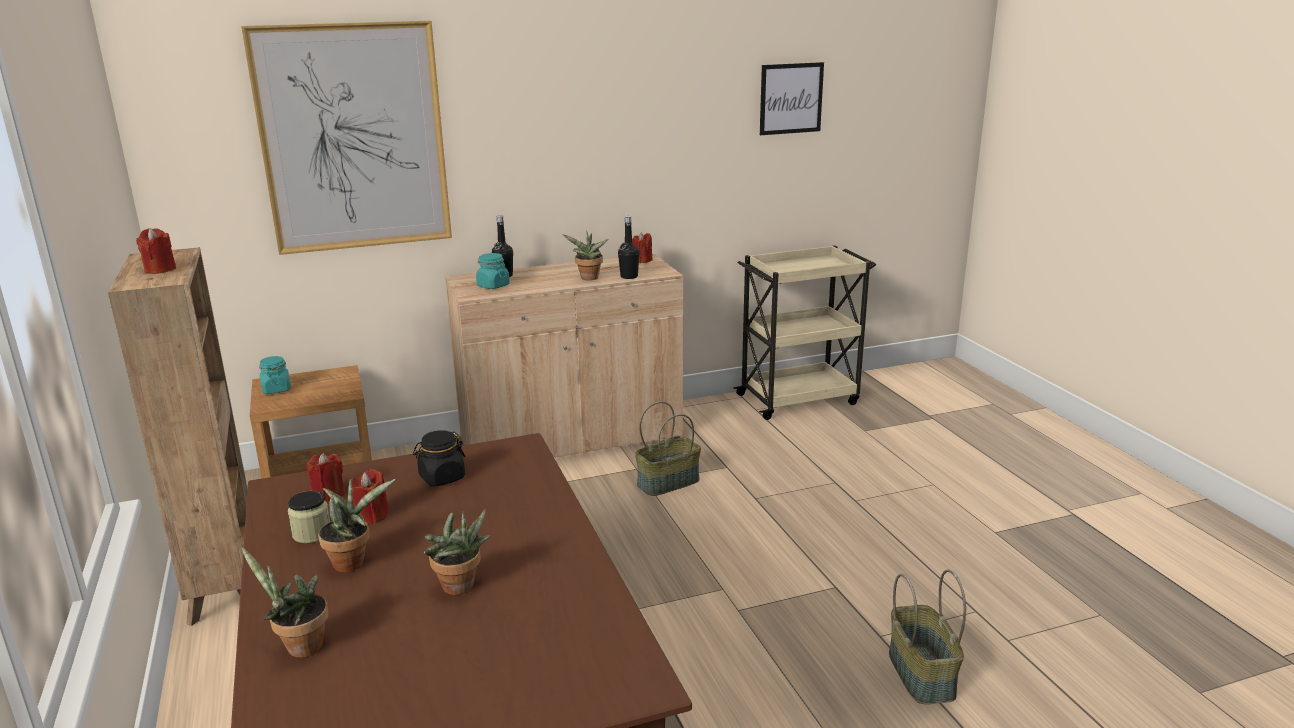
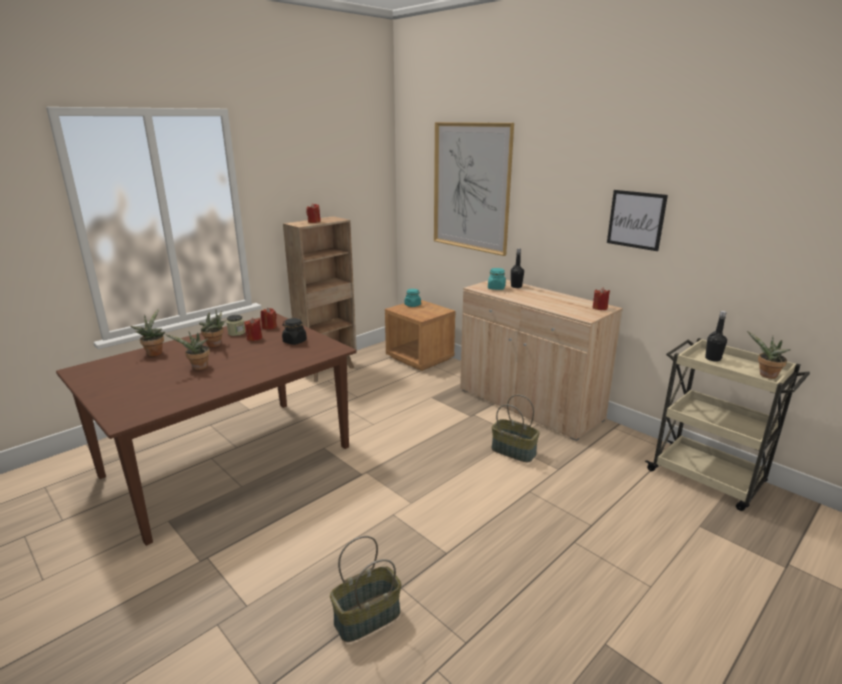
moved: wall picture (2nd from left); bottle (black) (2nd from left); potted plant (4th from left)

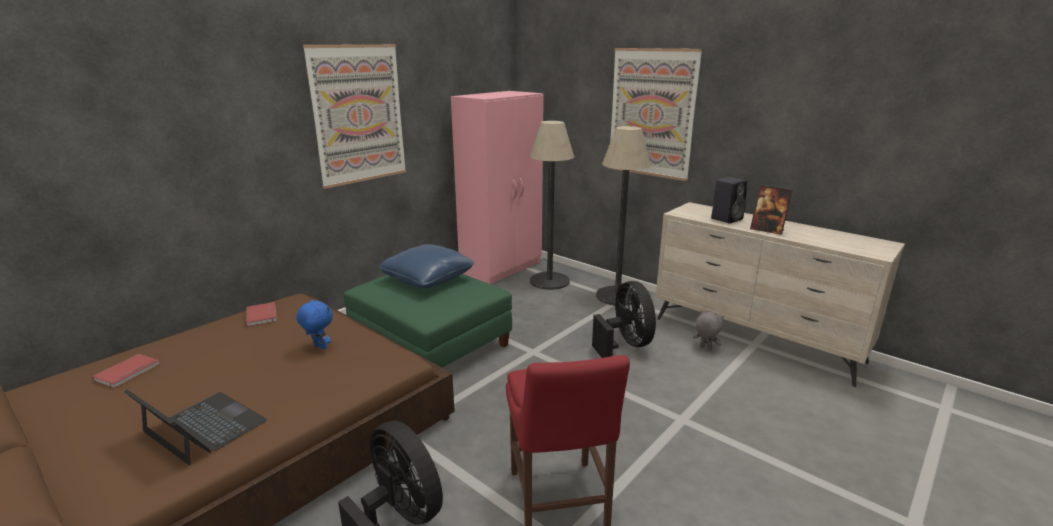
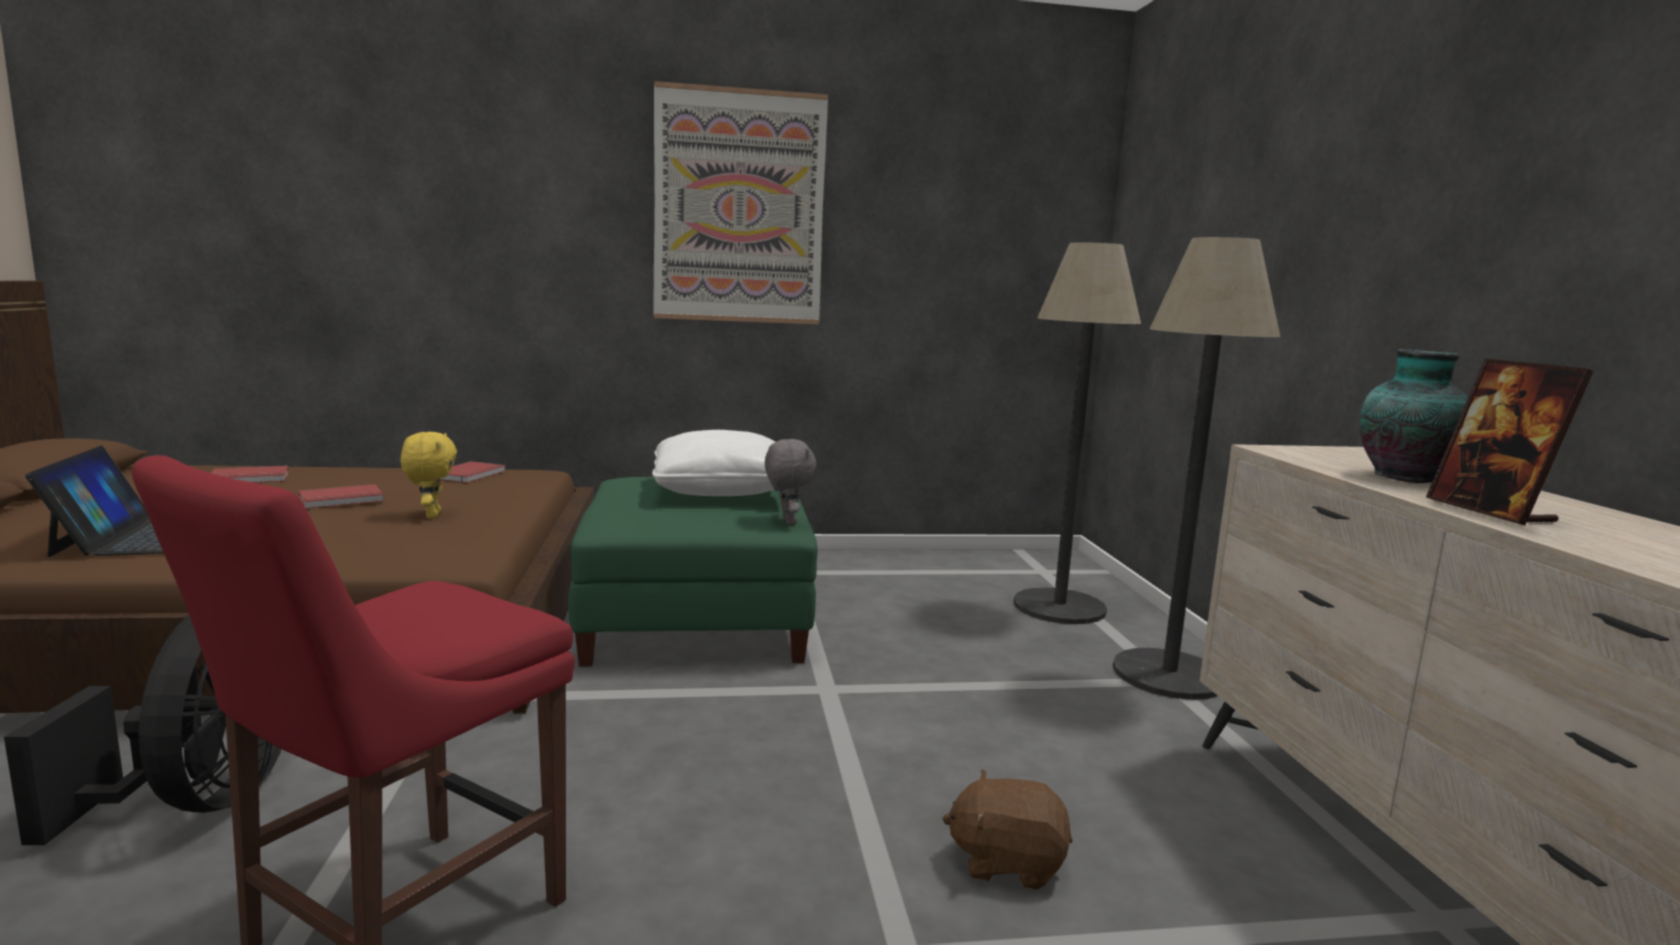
removed: wall picture (2nd from left); wardrobe (pink); cooling fan (black) (2nd from left)
added: book (reddish) (2nd from left); soft toy (brownish)
moved: soft toy (grey)
replaced: audio speaker (black) to decorative vase
recoloured: cushion (blue) to cushion (white); soft toy (blue) to soft toy (yellow-coloured)

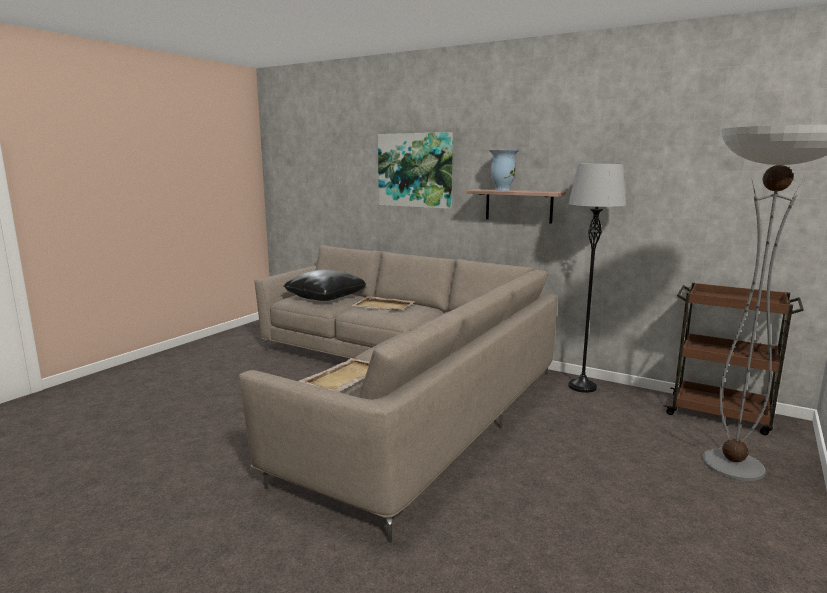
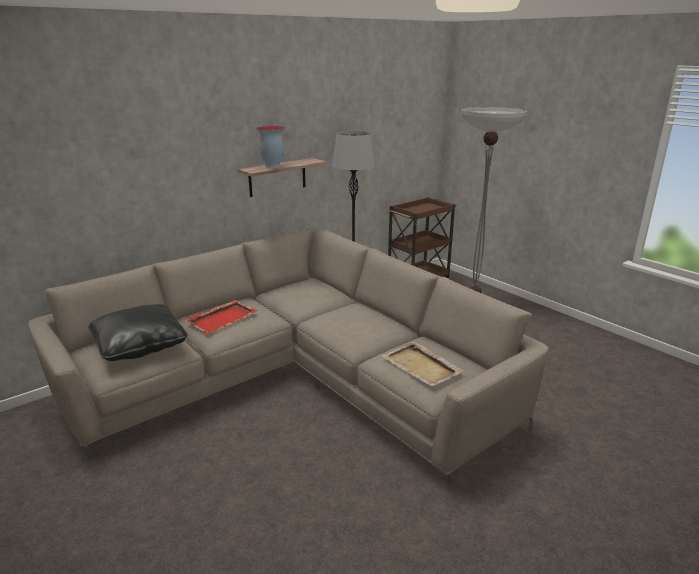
removed: wall picture
recoloured: tray (sand-coloured) (2nd from left) to tray (reddish)

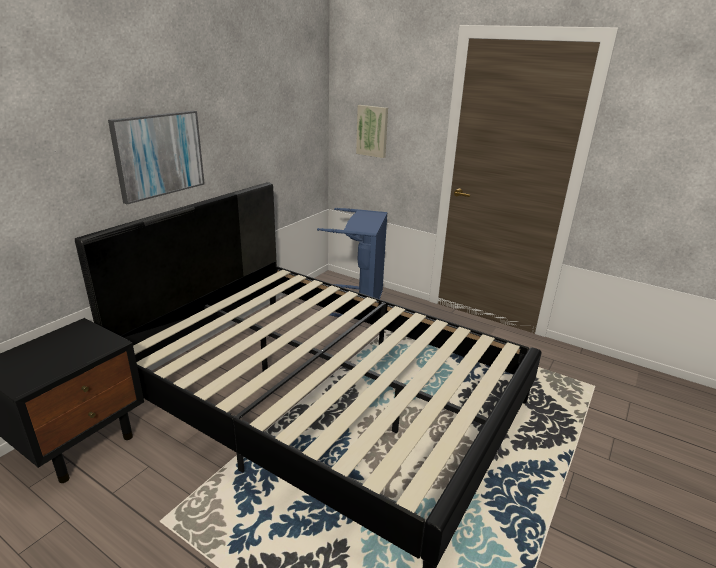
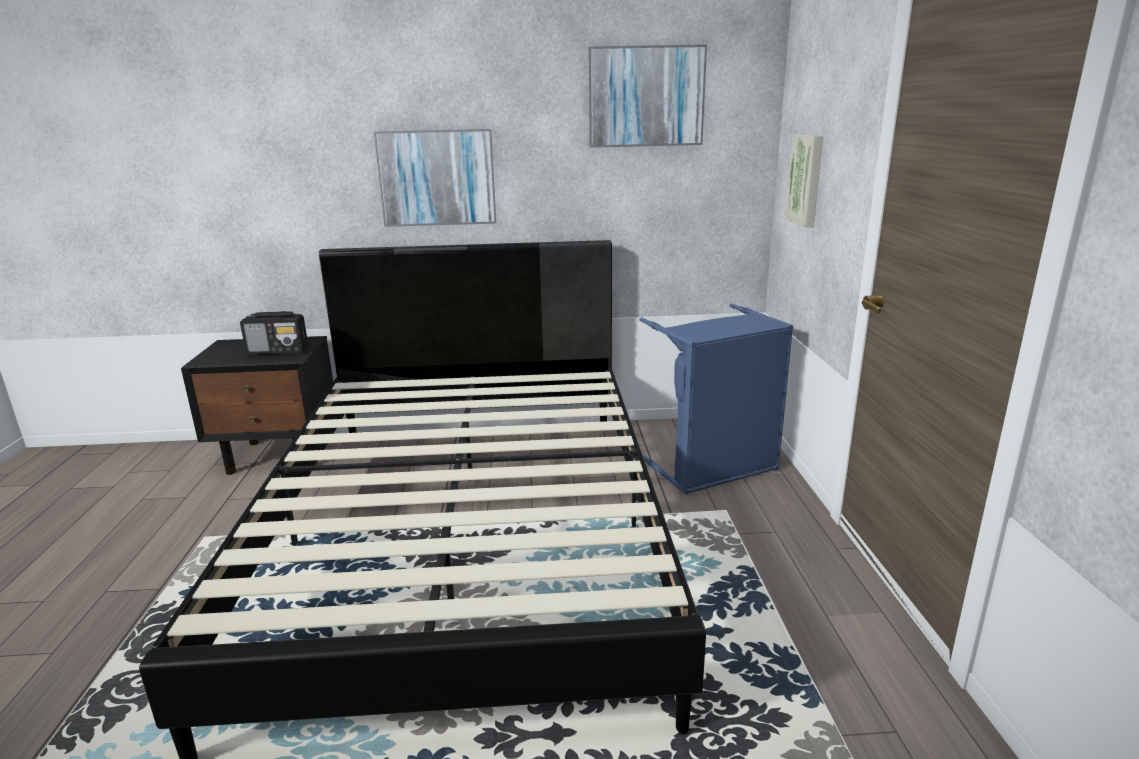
added: wall picture (2nd from left); radio set

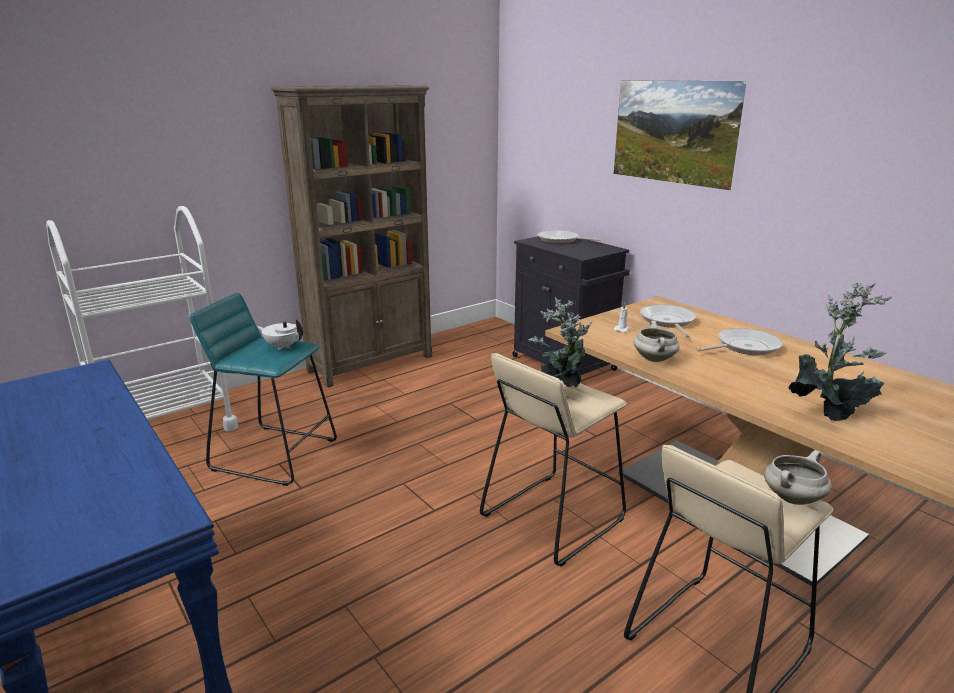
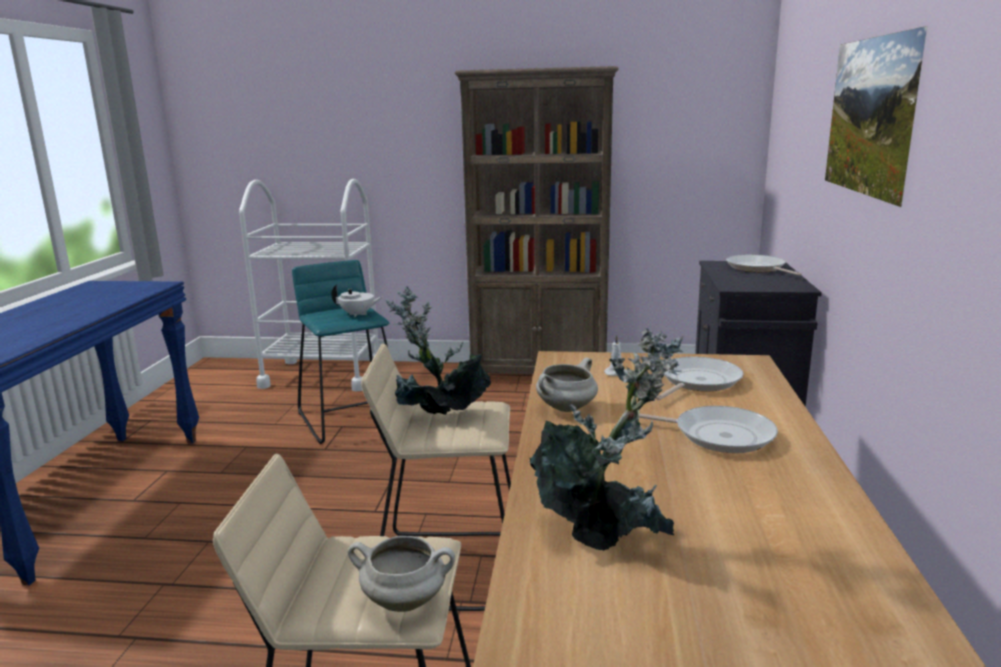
turned: pot for tea (white) 120 degrees clockwise

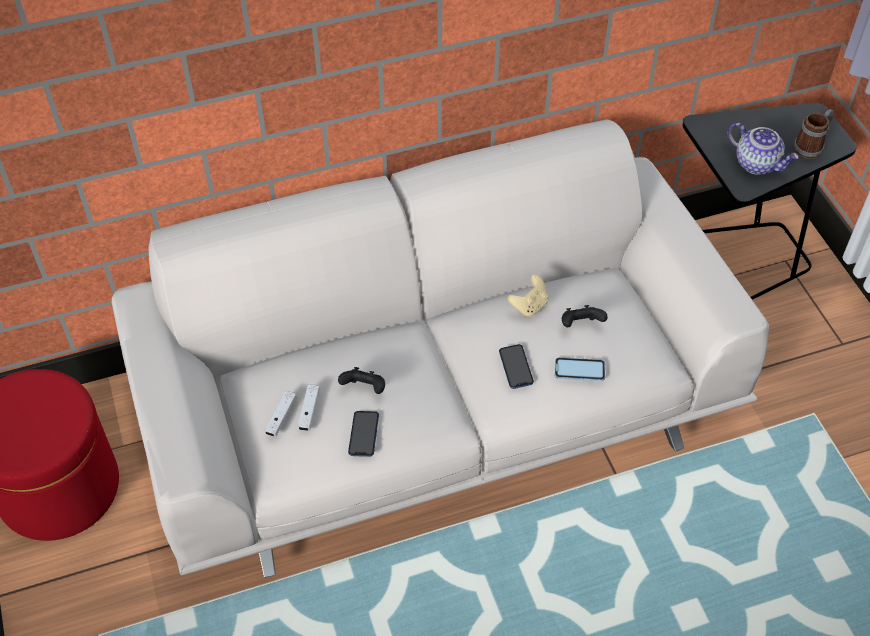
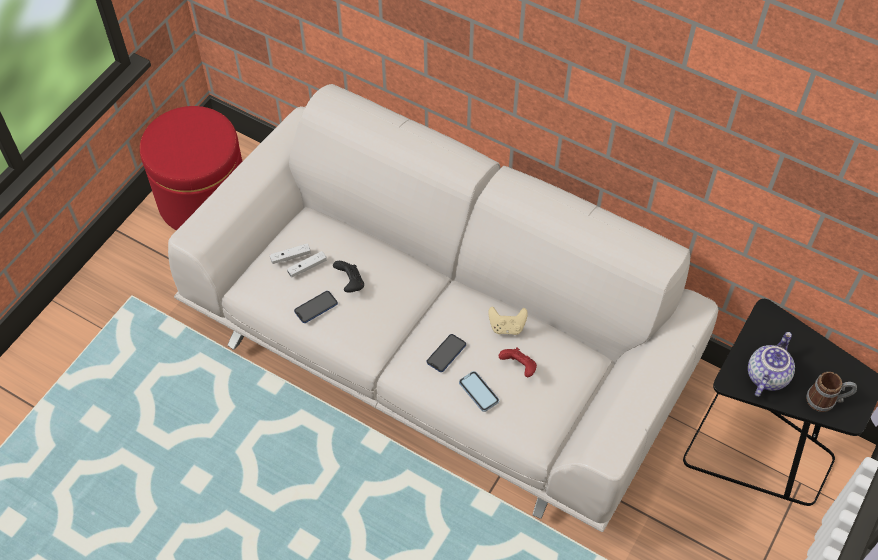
recoloured: gamepad (black) (2nd from left) to gamepad (reddish)
turned: pot for tea 150 degrees counterclockwise

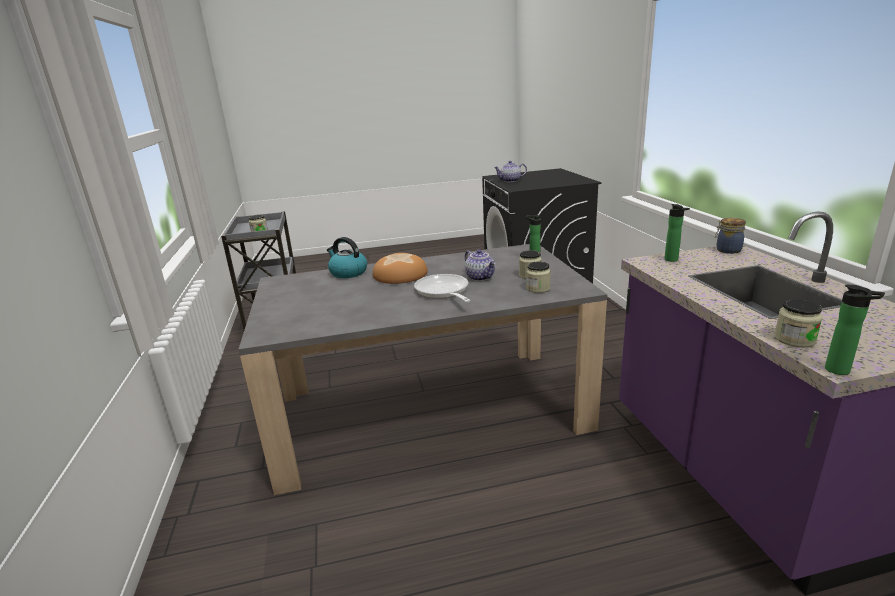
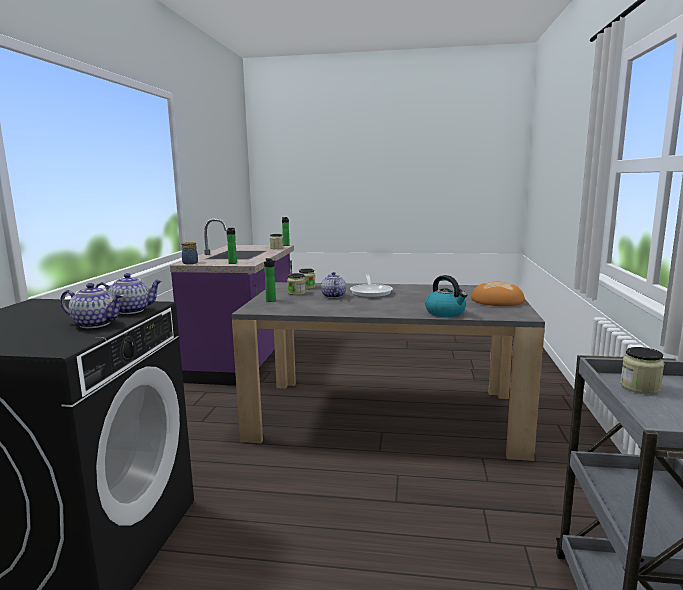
added: pot for tea (2nd from left)
moved: baked bread

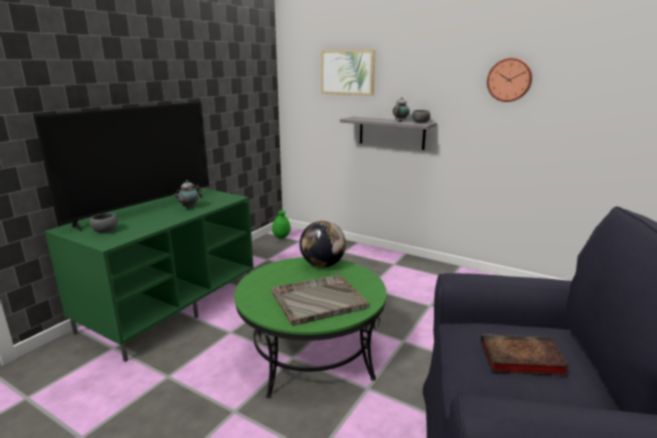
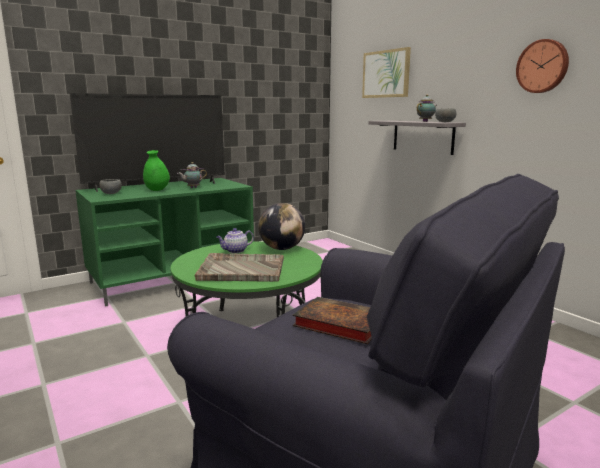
added: pot for tea (2nd from left)
moved: decorative vase (greenish)

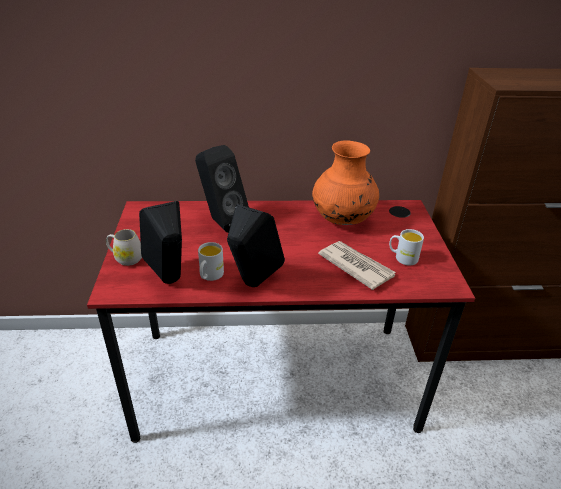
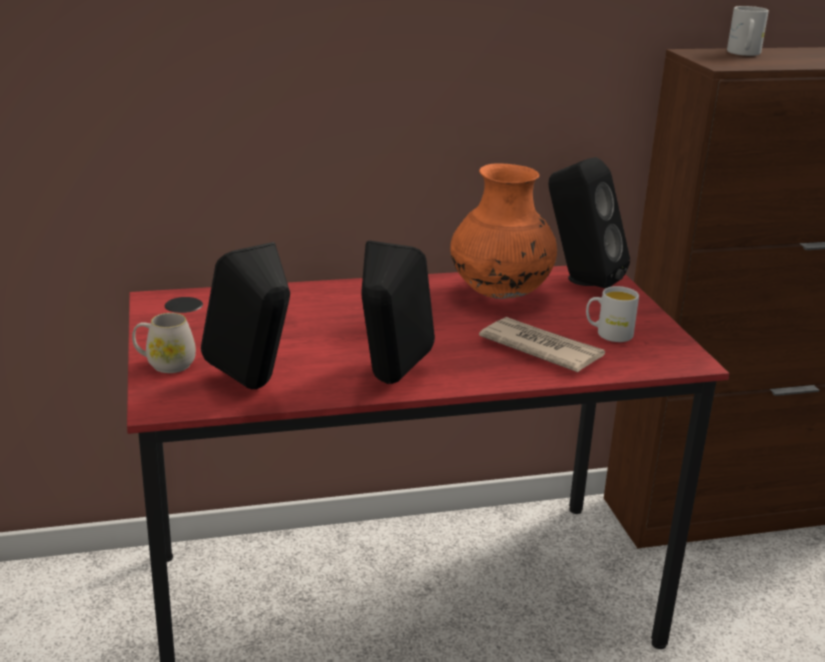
moved: audio speaker (black) (2nd from left in the first image) to audio speaker (black) (3rd from left); tea mug (white) (2nd from left in the first image) to tea mug (white) (3rd from left)

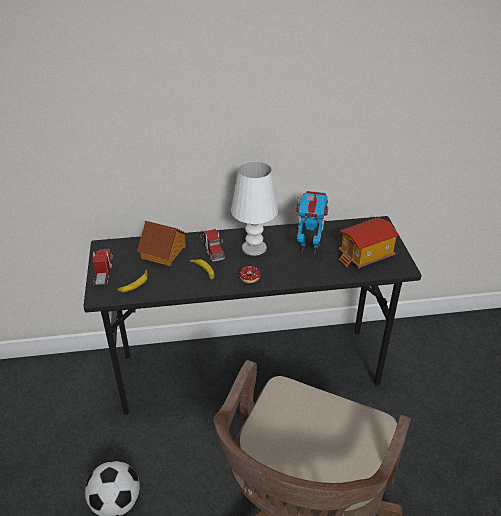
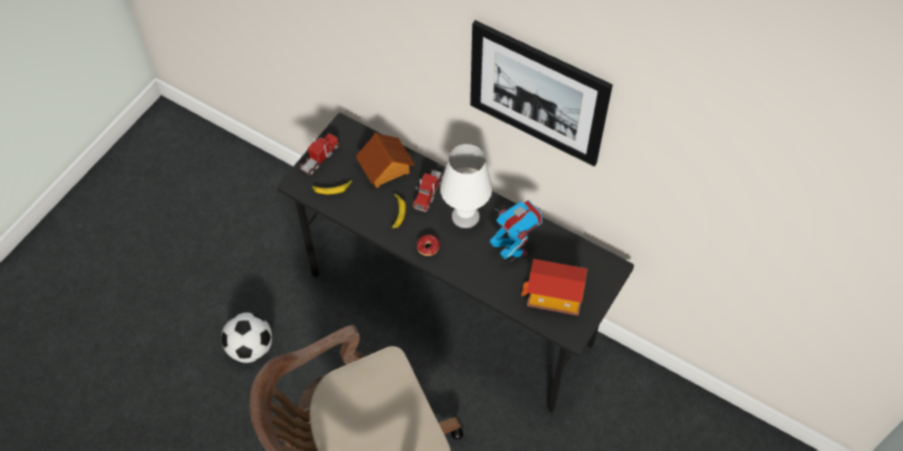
added: wall picture

